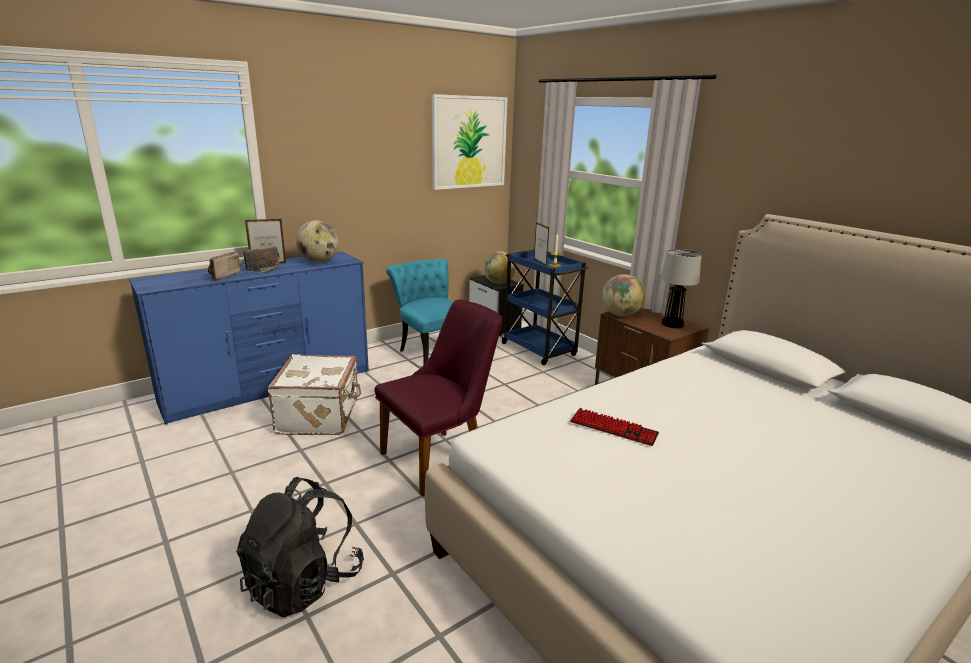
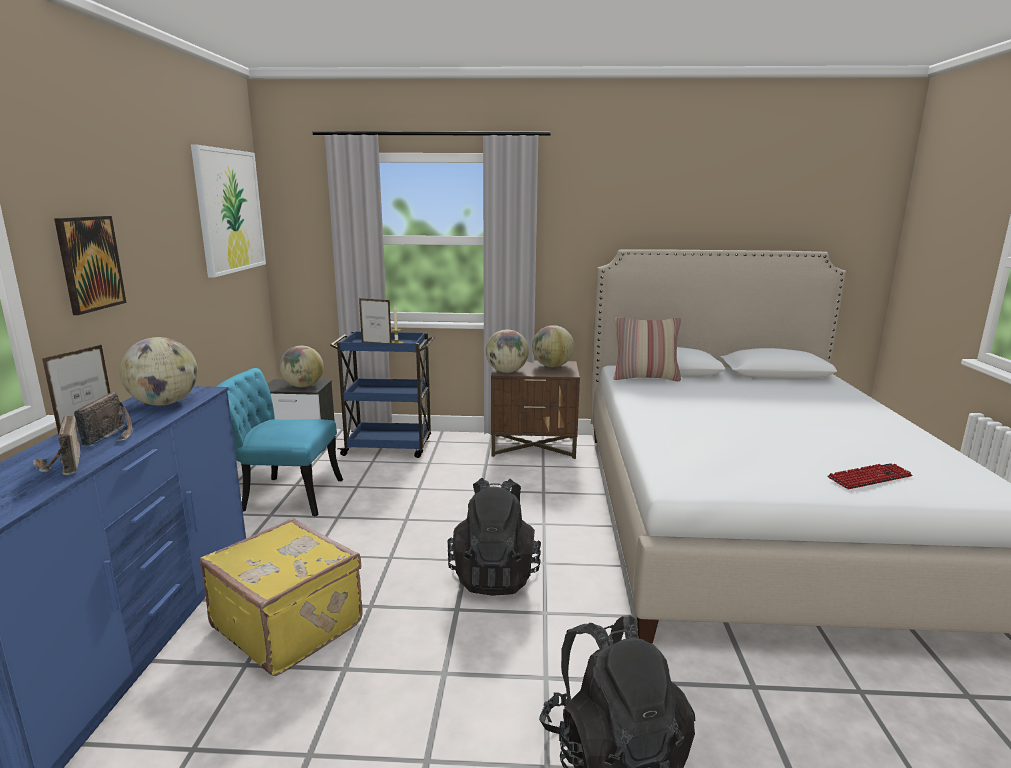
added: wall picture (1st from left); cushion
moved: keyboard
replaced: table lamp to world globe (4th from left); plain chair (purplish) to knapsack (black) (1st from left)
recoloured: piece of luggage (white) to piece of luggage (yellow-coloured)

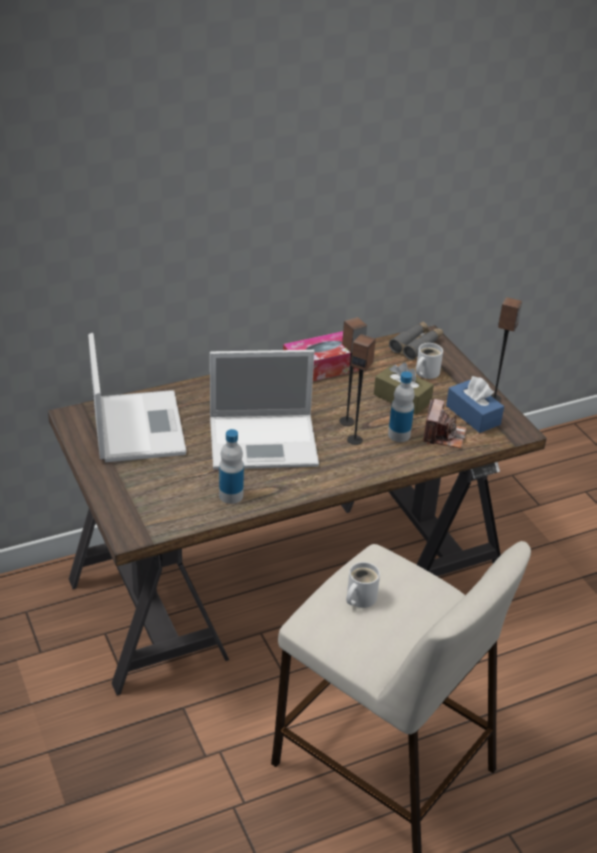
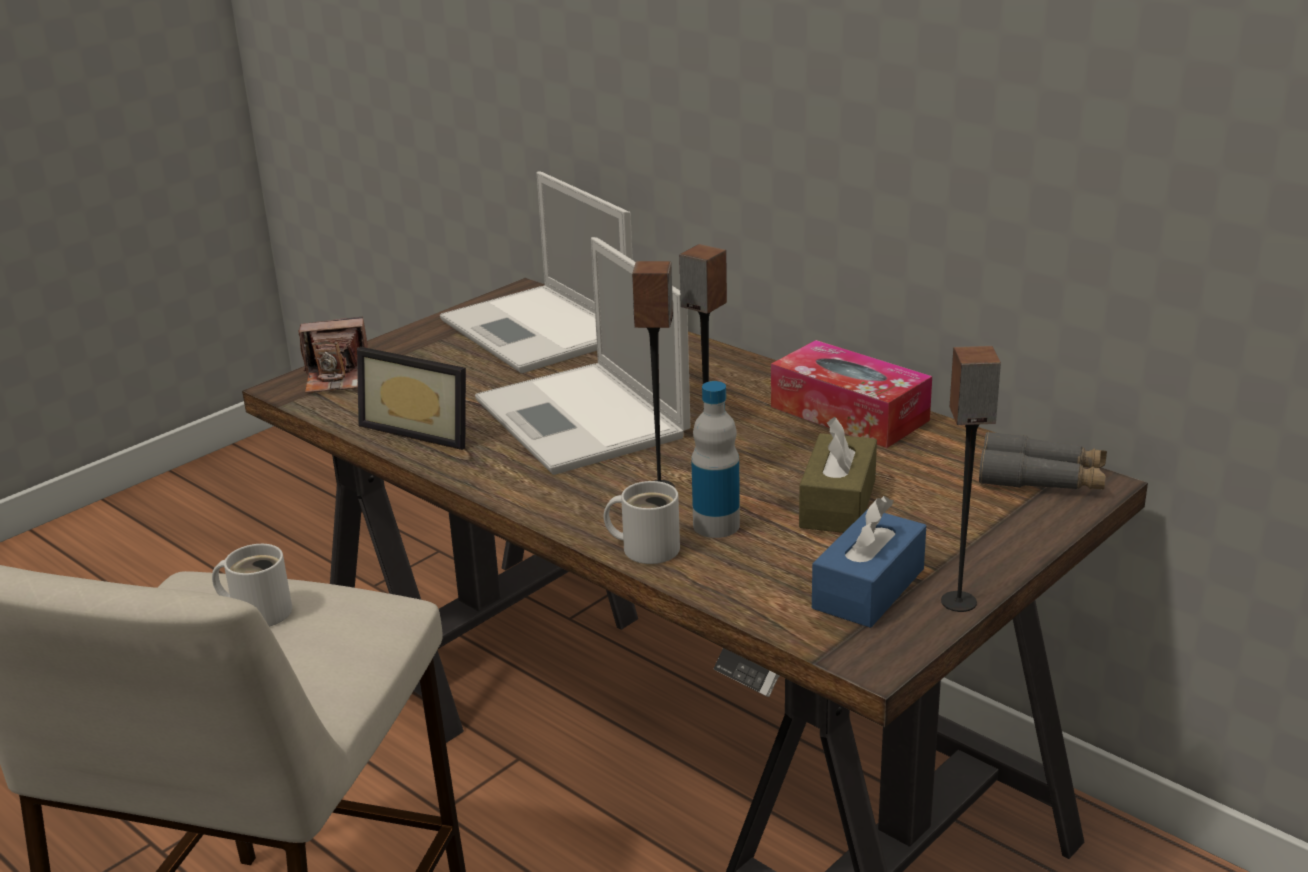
moved: tea mug (white) (2nd from left); photo camera
replaced: bottle (1st from left) to standing frame
turned: portable computer (1st from left) 90 degrees clockwise

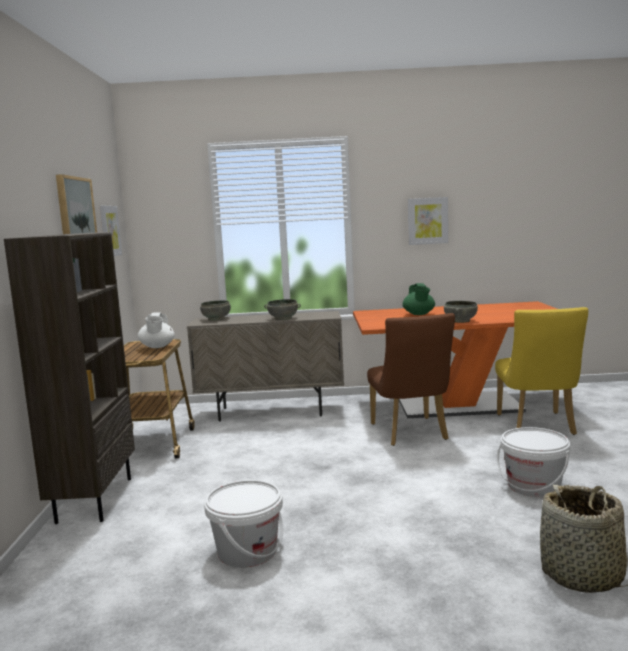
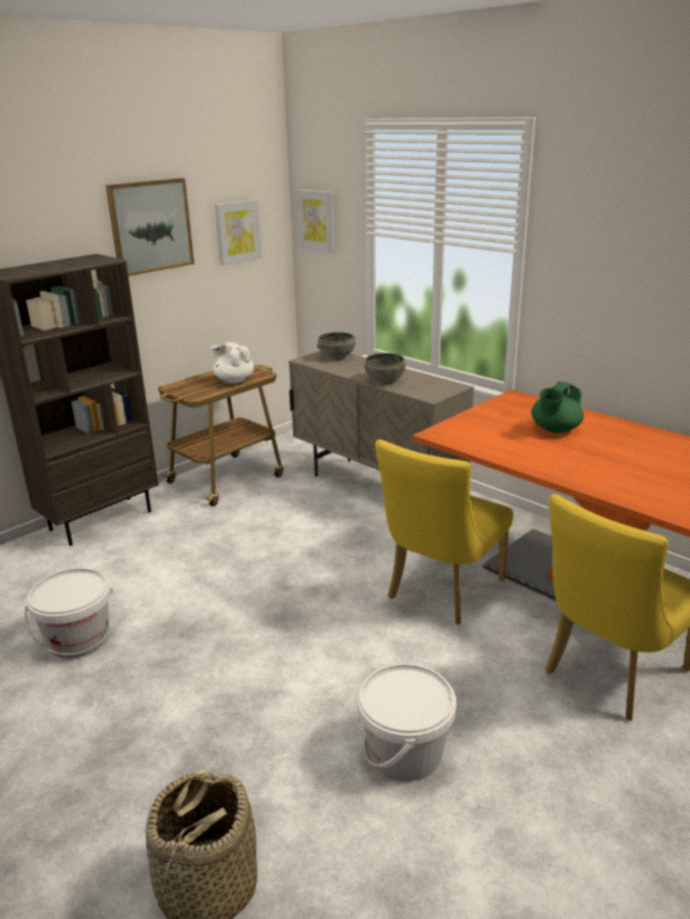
removed: deep dish (grey) (3rd from left)
moved: wall picture (3rd from left)
recoloured: plain chair (brownish) to plain chair (yellow-coloured) (1st from left)
turned: pot for tea (white) 90 degrees clockwise

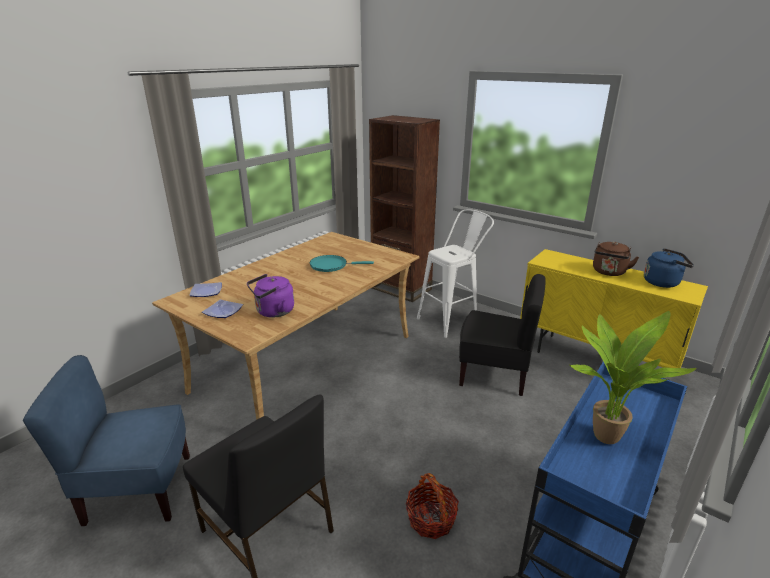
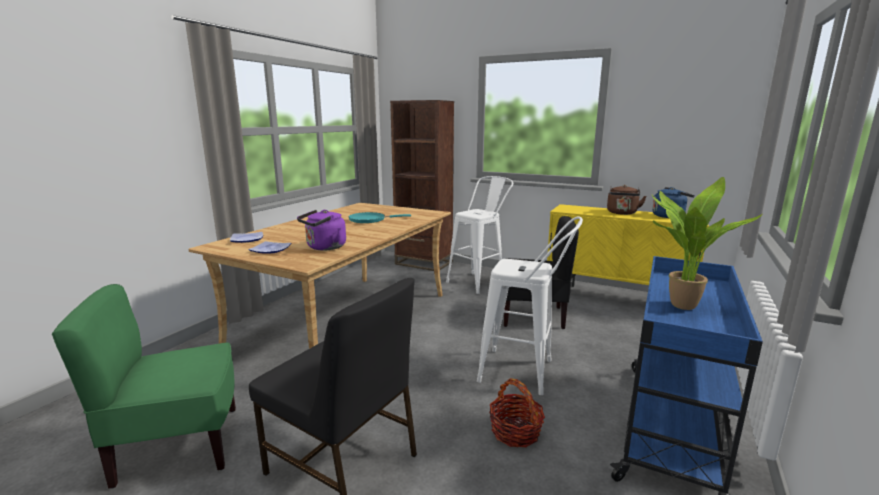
added: stool seat (white) (2nd from left)
recoloured: plain chair (blue) to plain chair (greenish)

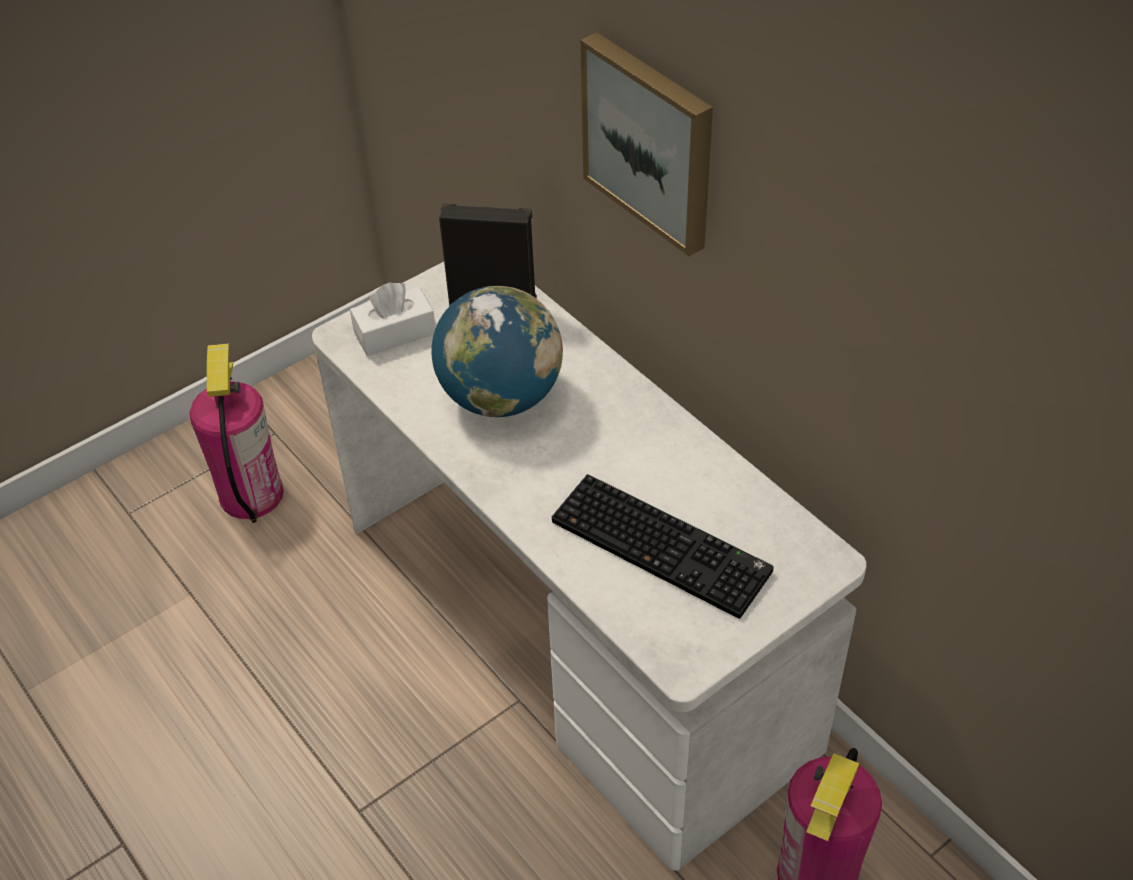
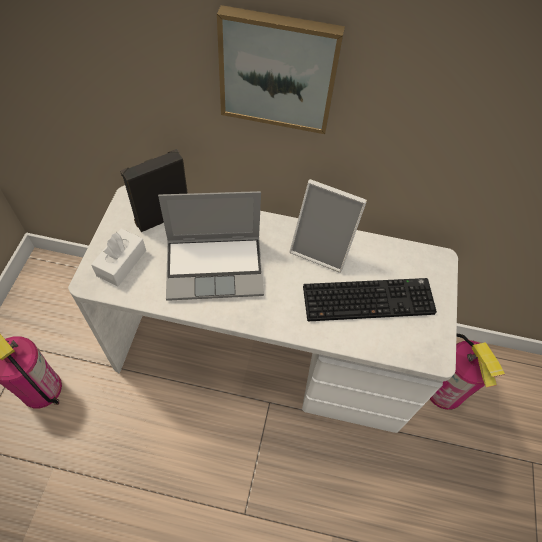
added: standing frame
replaced: world globe to portable computer

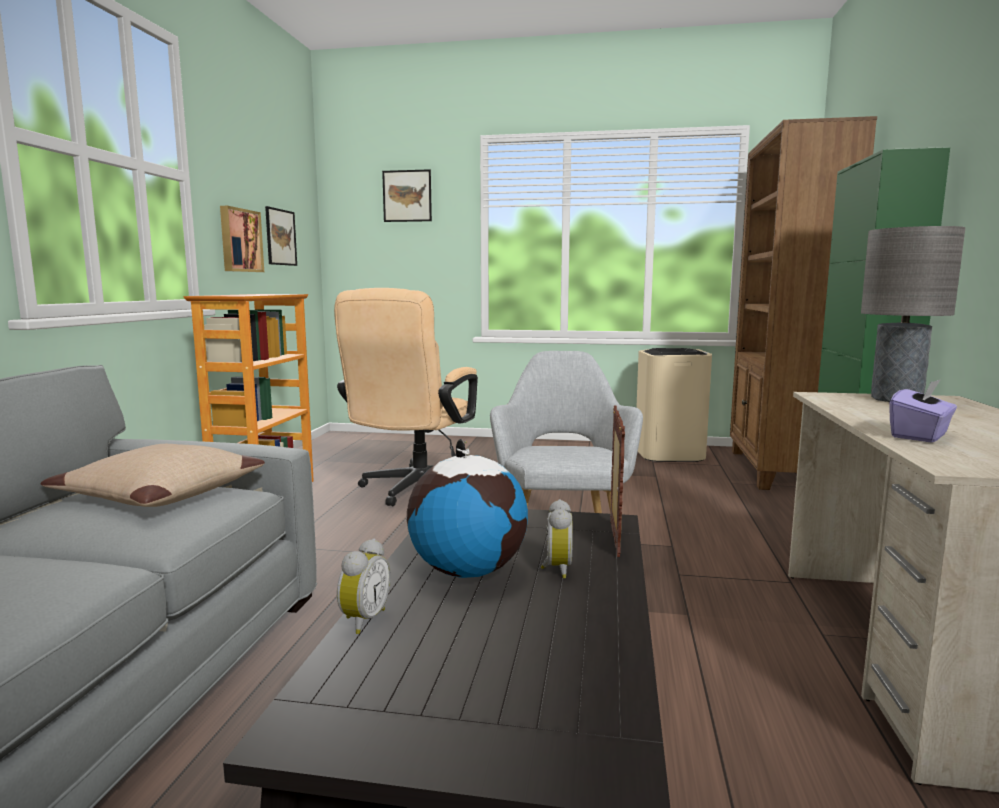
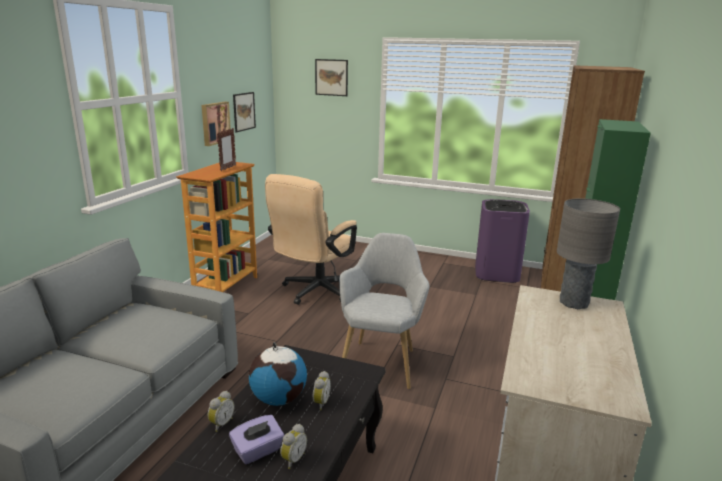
removed: cushion (sand-coloured)
added: alarm clock (2nd from left)
moved: tissue holder (purplish); standing frame
recoloured: trash can (sand-coloured) to trash can (purplish)

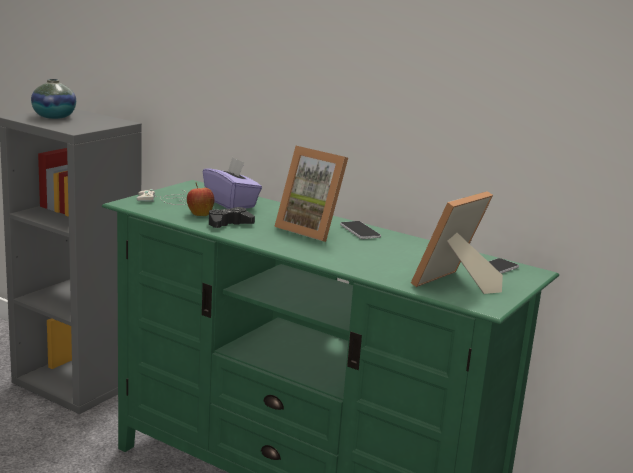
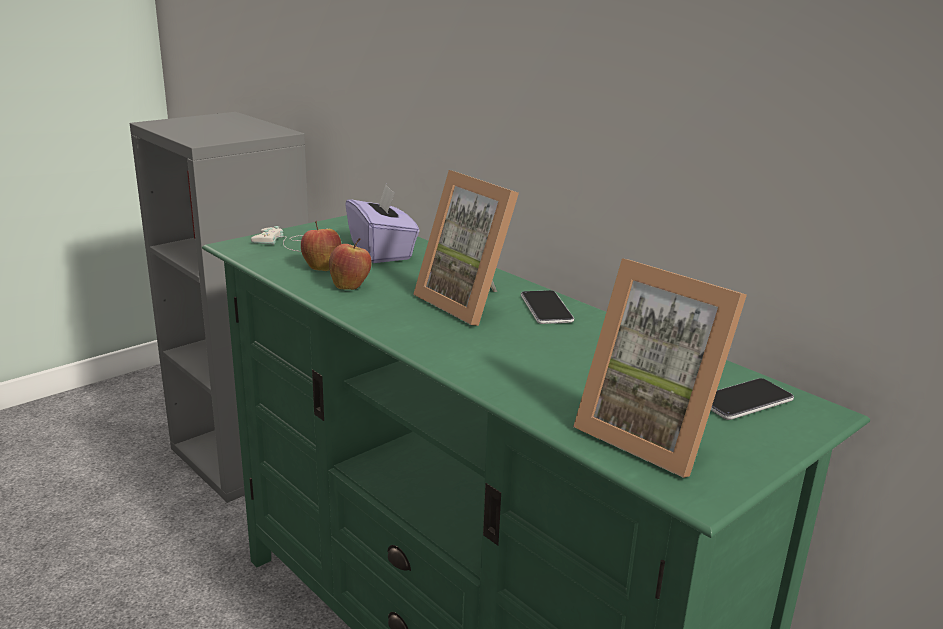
removed: decorative vase
replaced: gamepad (black) to whole apple (2nd from left)
turned: standing frame (2nd from left) 105 degrees counterclockwise

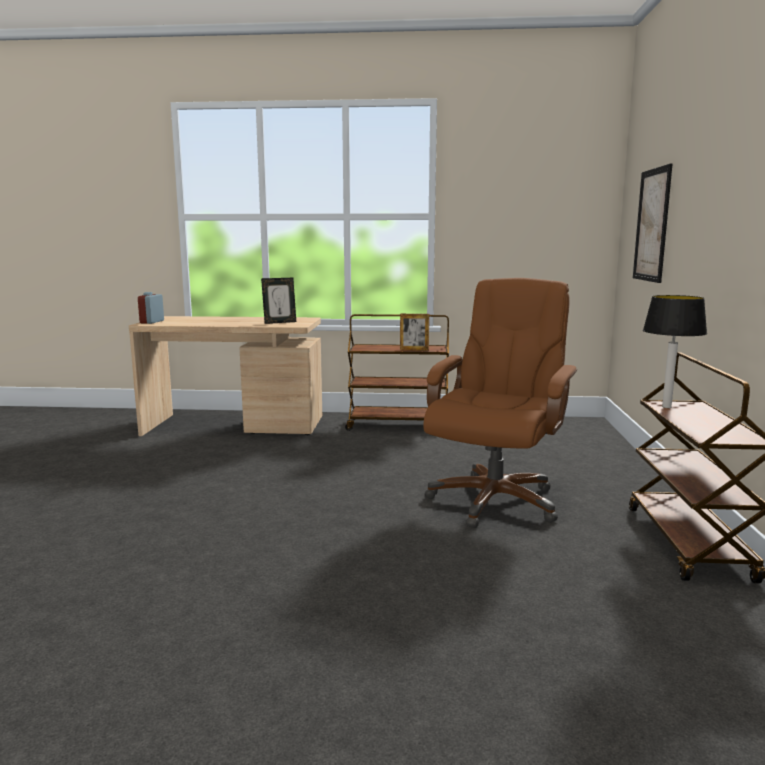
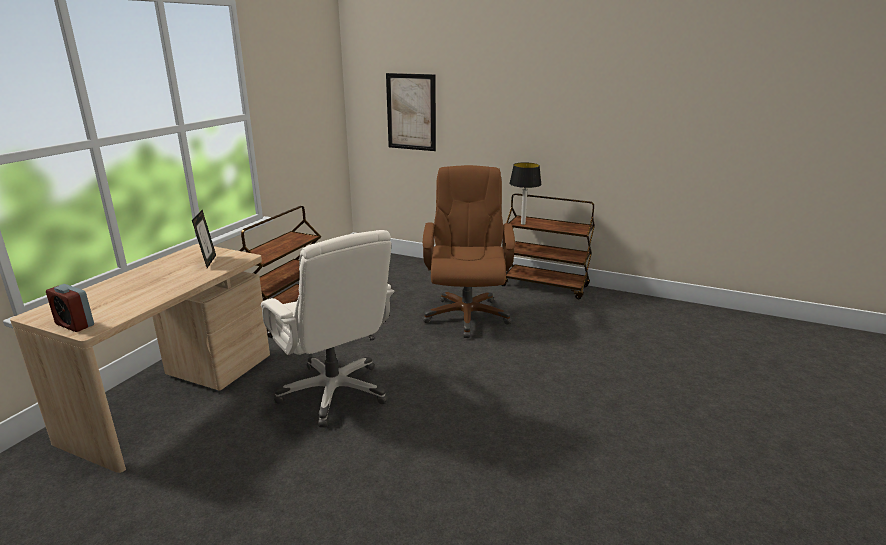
removed: standing frame (2nd from left)
added: computer chair (white)
turned: computer chair (brownish) 45 degrees clockwise

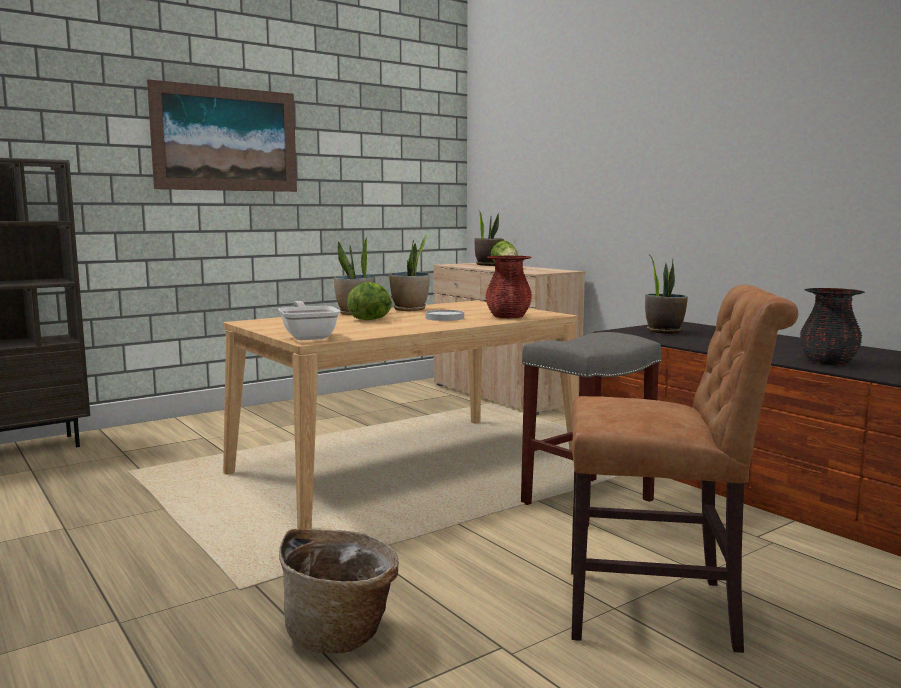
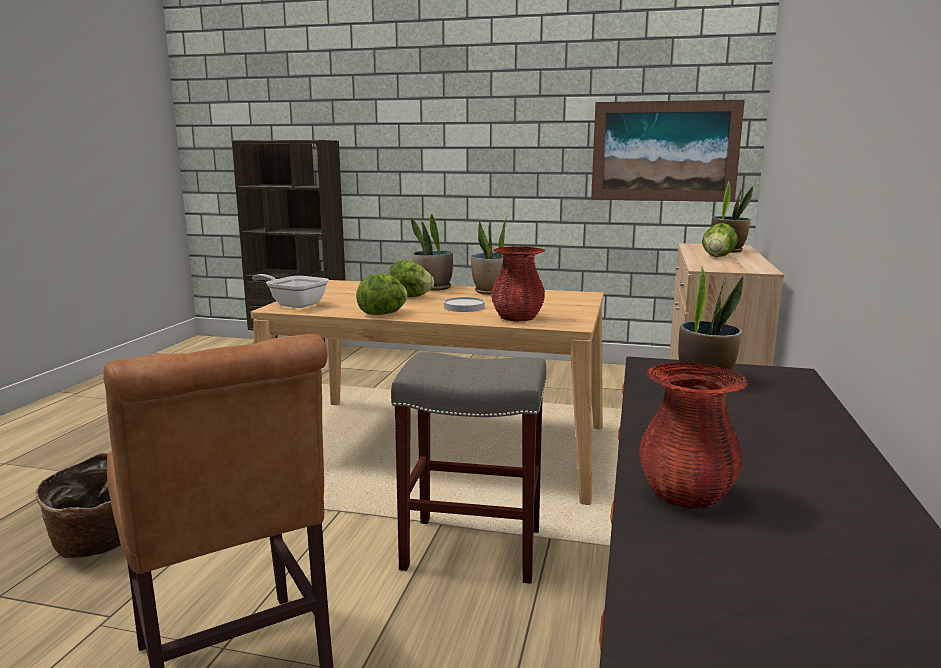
added: lettuce head (1st from left)
moved: wall picture
recoloured: decorative vase (black) to decorative vase (reddish) (2nd from left)
turned: pan 90 degrees counterclockwise

